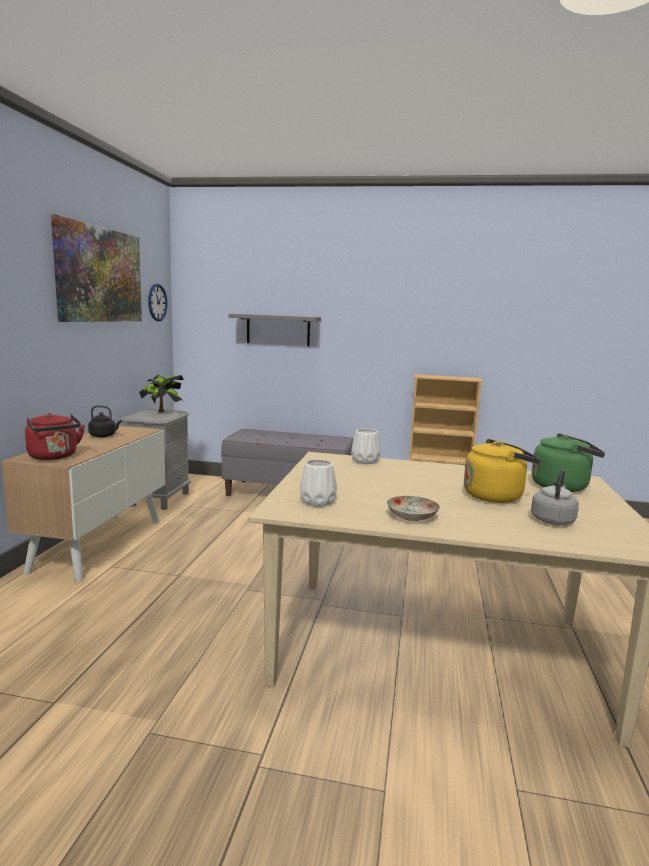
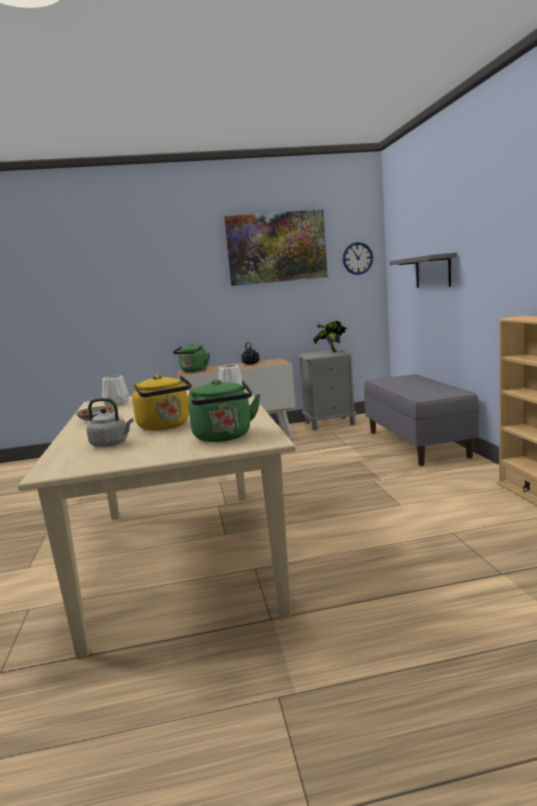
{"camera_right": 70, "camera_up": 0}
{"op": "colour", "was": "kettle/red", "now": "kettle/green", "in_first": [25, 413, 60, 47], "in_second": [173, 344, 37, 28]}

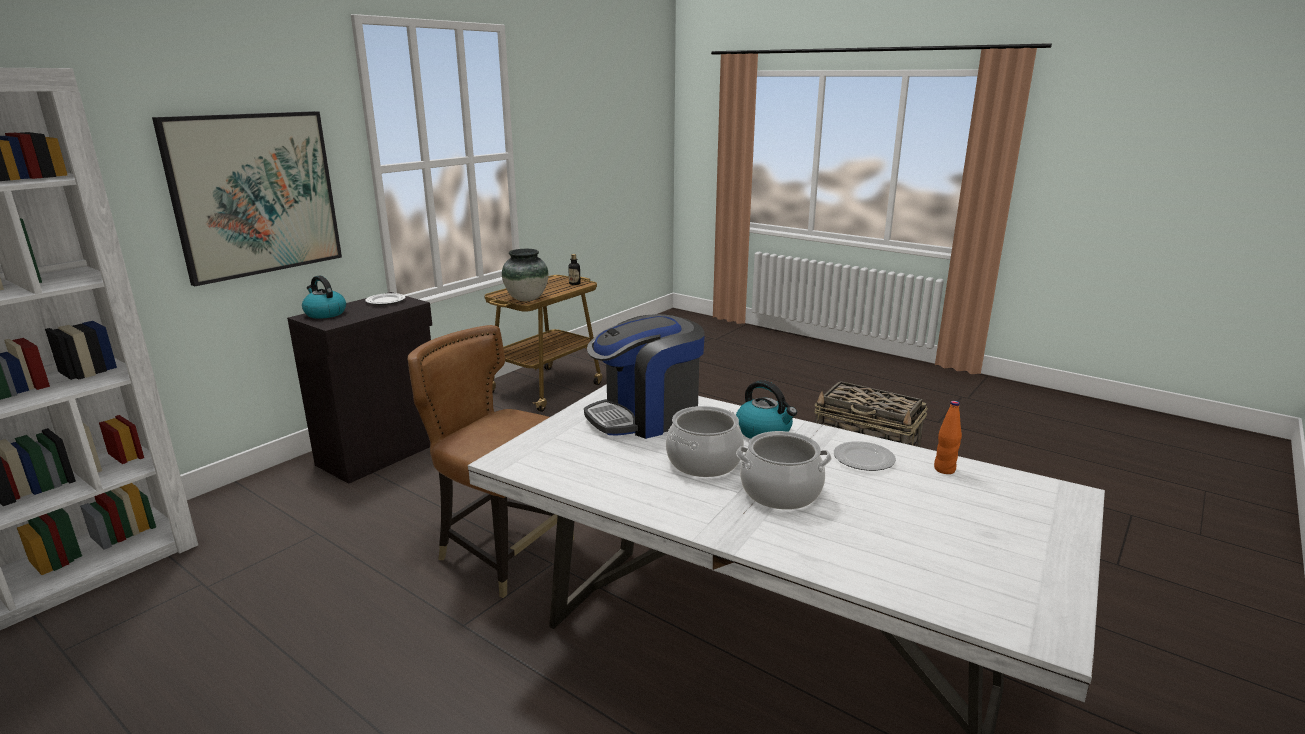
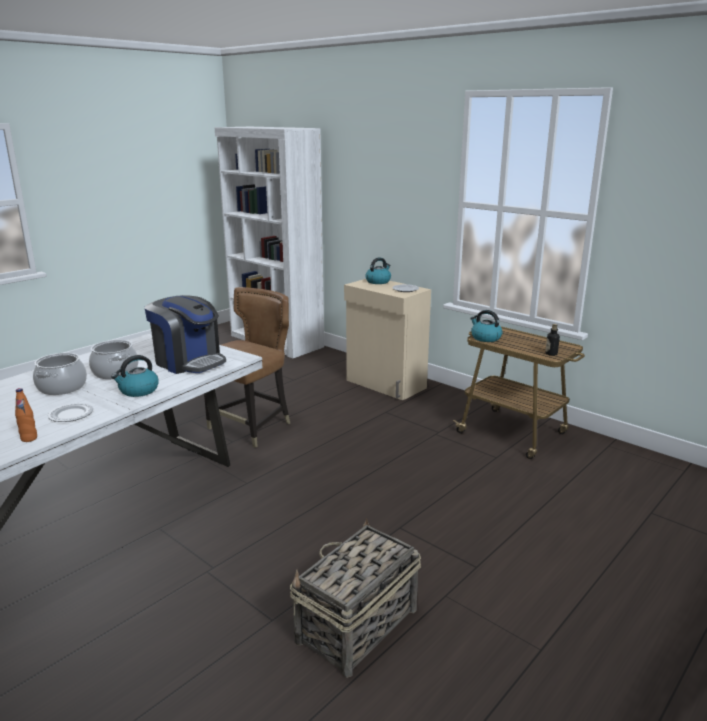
{"camera_right": 95, "camera_up": 0}
{"op": "missing", "was": "picture", "in_first": [152, 111, 190, 175]}
{"op": "colour", "was": "cabinet/black", "now": "cabinet/beige", "in_first": [287, 292, 145, 192], "in_second": [344, 279, 87, 121]}
{"op": "exchanged", "was": "vase", "now": "kettle", "in_first": [502, 249, 47, 52], "in_second": [470, 310, 33, 32]}
{"op": "spun", "was": "coffee machine", "in_first": [584, 314, 121, 125], "in_second": [145, 295, 81, 79], "clockwise": 150}

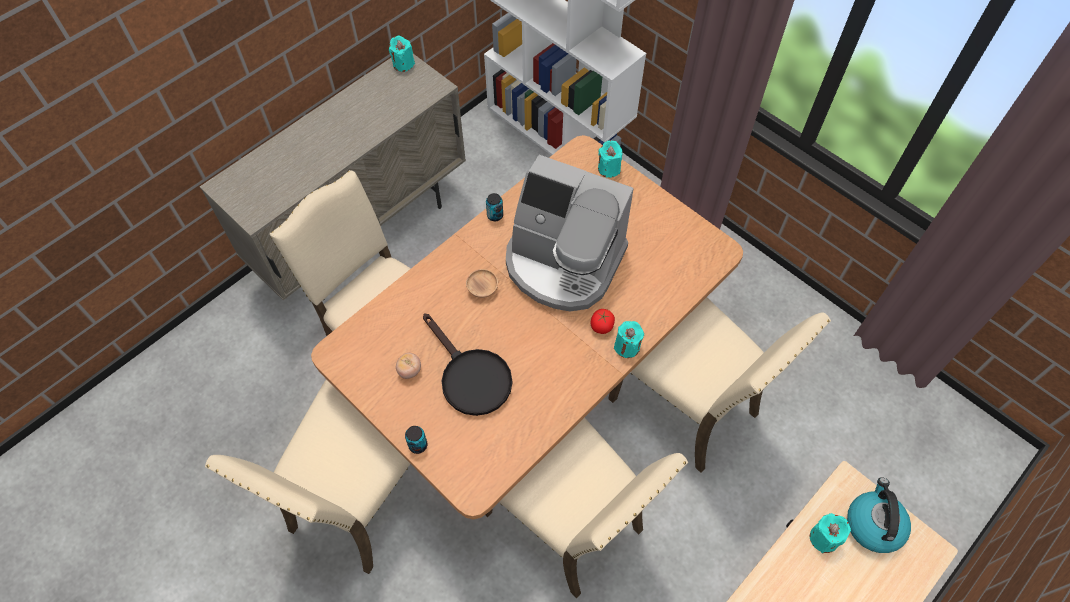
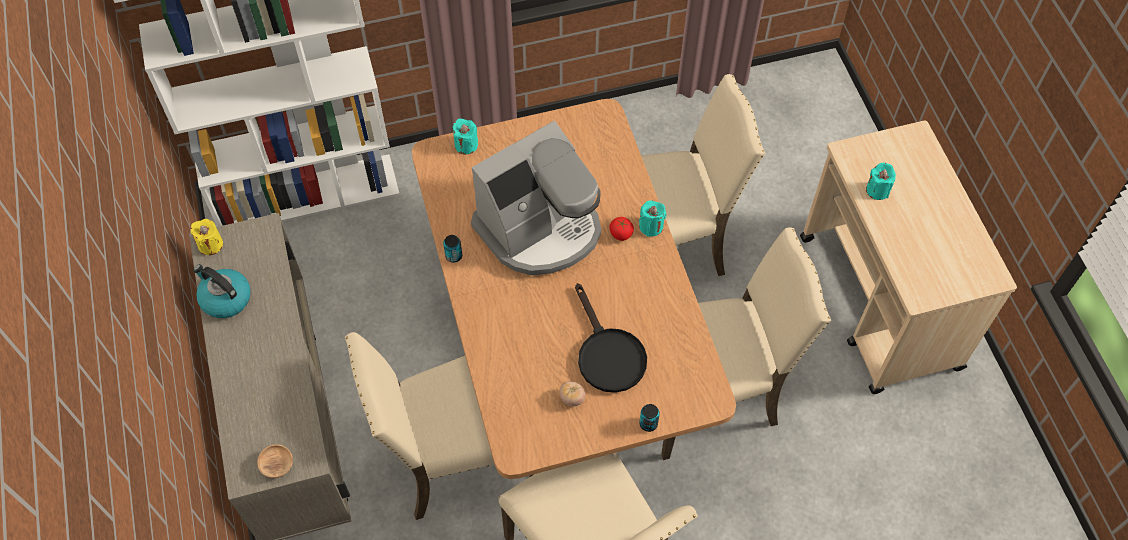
{"camera_right": -60, "camera_up": 0}
{"op": "colour", "was": "candle/turquoise", "now": "candle/yellow", "in_first": [389, 36, 26, 36], "in_second": [191, 219, 32, 36]}
{"op": "spun", "was": "frying pan/black", "in_first": [423, 313, 89, 103], "in_second": [575, 283, 72, 110], "clockwise": 75}
{"op": "relocated", "was": "bowl/brown", "in_first": [466, 269, 32, 29], "in_second": [257, 444, 36, 34]}
{"op": "relocated", "was": "kettle", "in_first": [847, 477, 64, 76], "in_second": [193, 264, 58, 54]}

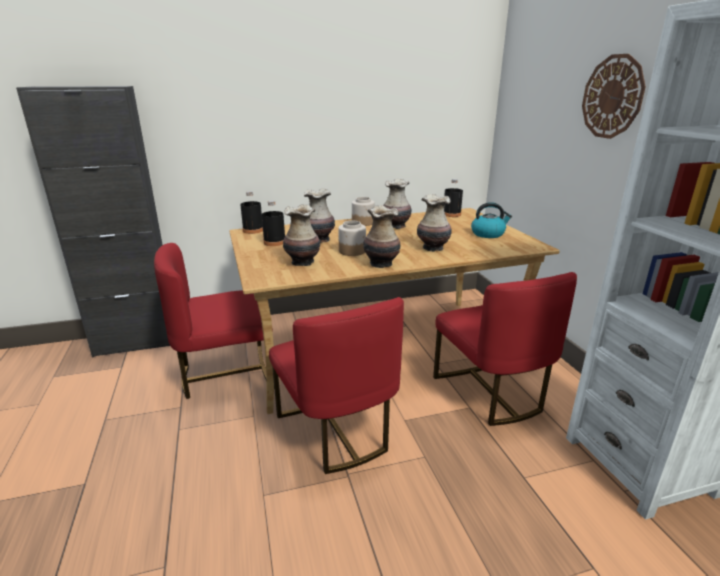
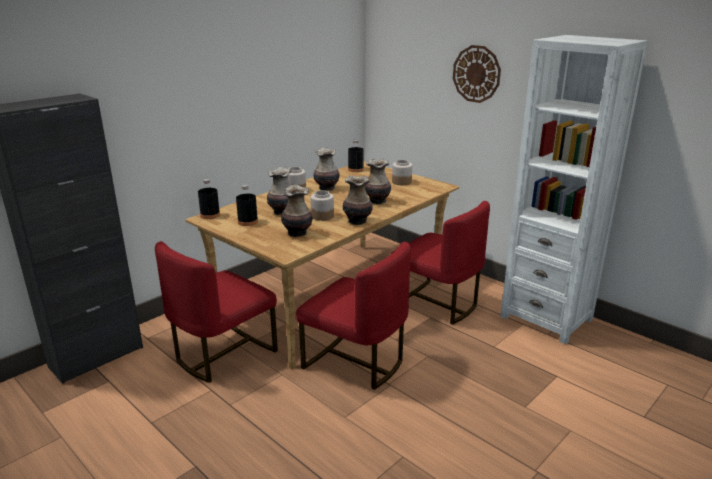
{"camera_right": -30, "camera_up": 0}
{"op": "exchanged", "was": "kettle", "now": "jar", "in_first": [471, 202, 41, 36], "in_second": [392, 160, 20, 25]}

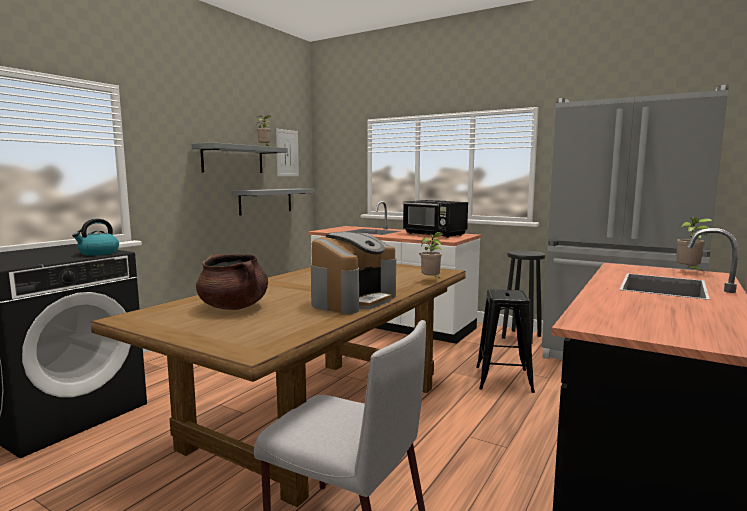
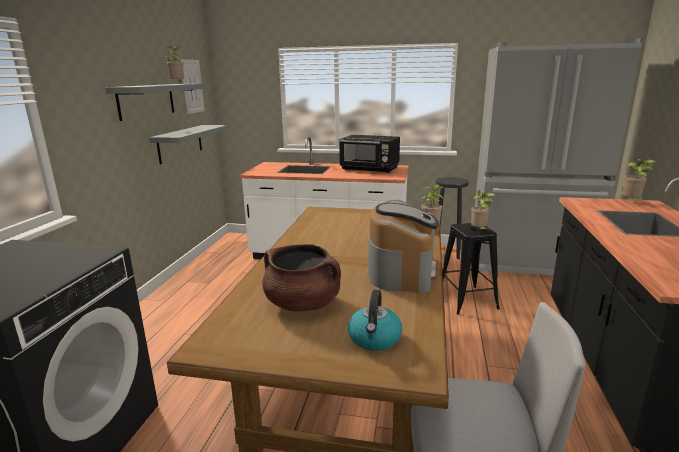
{"camera_right": -20, "camera_up": 10}
{"op": "relocated", "was": "kettle", "in_first": [72, 219, 47, 37], "in_second": [348, 290, 54, 61]}
{"op": "appeared", "now": "potted plant", "in_second": [471, 192, 24, 38]}

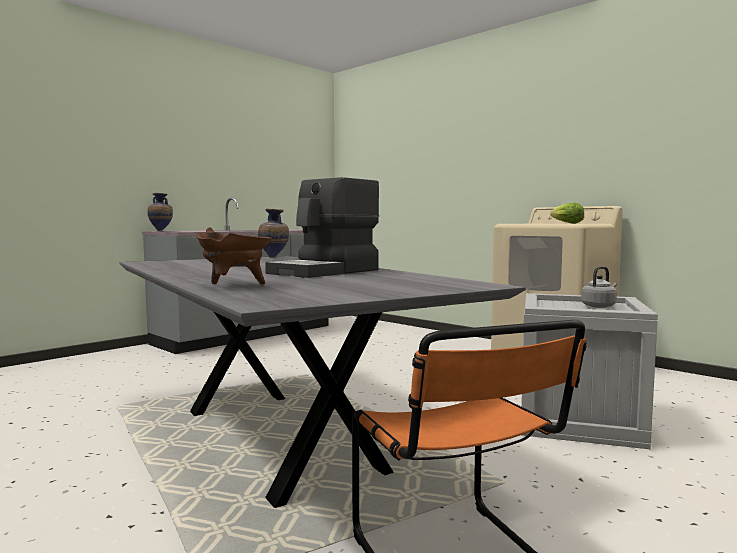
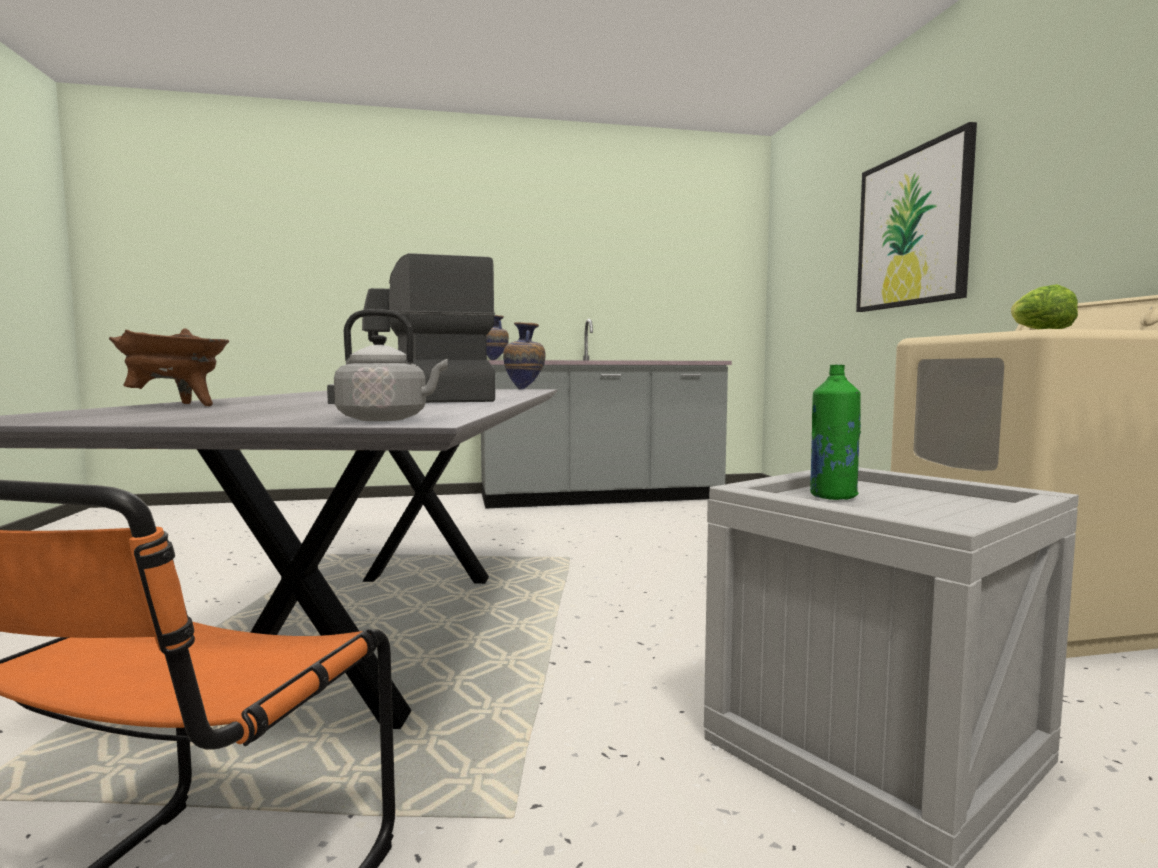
{"camera_right": 35, "camera_up": 0}
{"op": "relocated", "was": "kettle/grey", "in_first": [581, 266, 36, 42], "in_second": [334, 309, 114, 112]}
{"op": "appeared", "now": "bottle/green", "in_second": [810, 364, 51, 136]}
{"op": "appeared", "now": "picture", "in_second": [856, 122, 121, 190]}

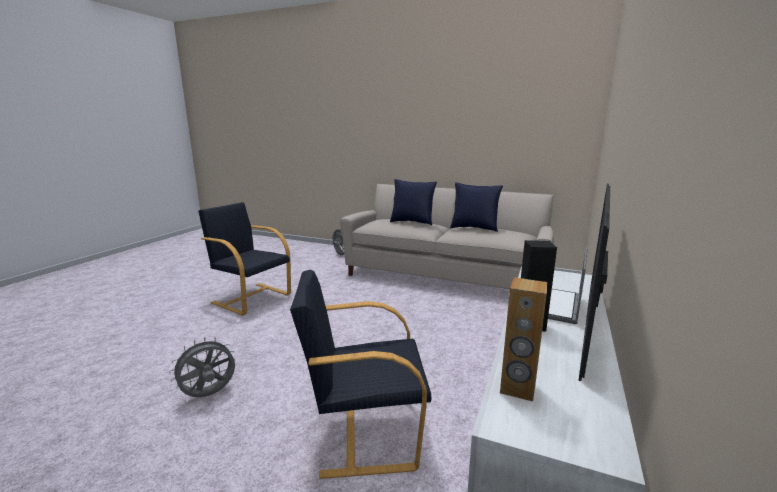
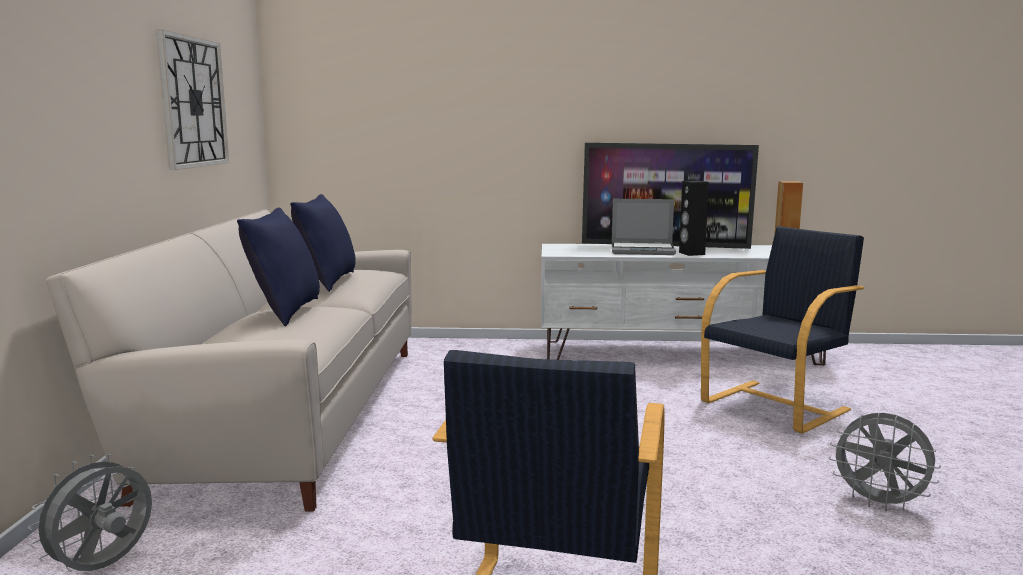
{"camera_right": -110, "camera_up": -5}
{"op": "spun", "was": "armchair/black", "in_first": [290, 270, 141, 209], "in_second": [701, 226, 163, 208], "clockwise": -105}
{"op": "appeared", "now": "wall clock", "in_second": [156, 30, 73, 140]}

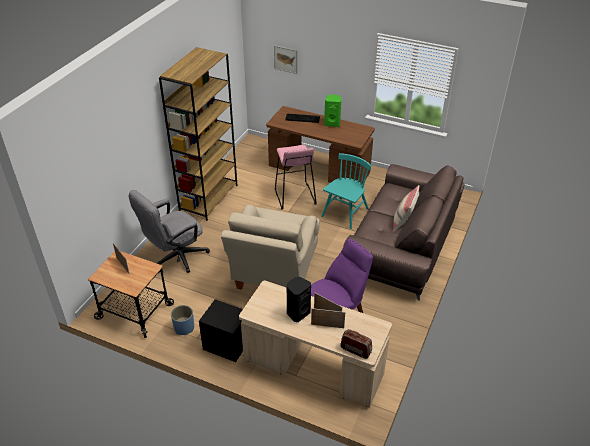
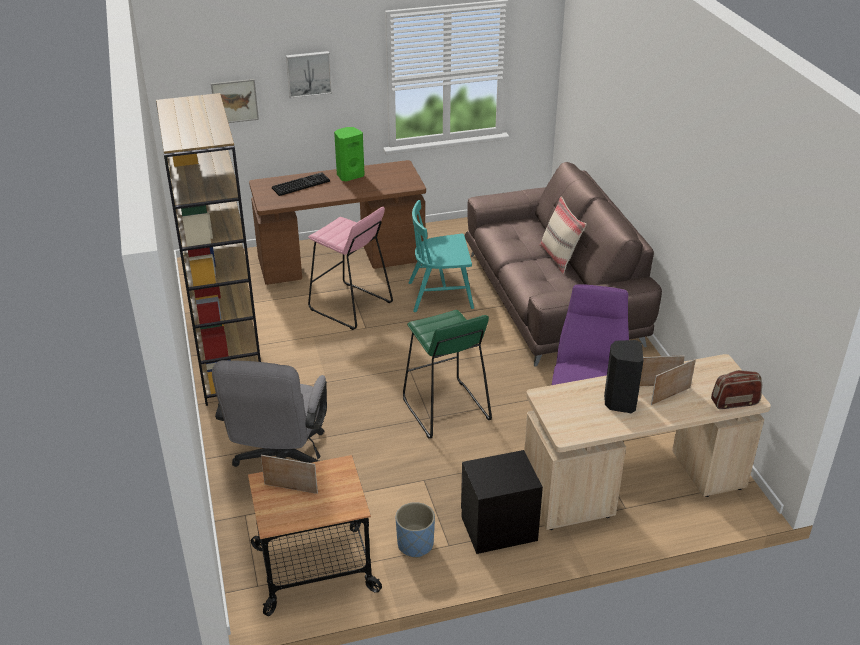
{"camera_right": -40, "camera_up": -5}
{"op": "exchanged", "was": "armchair/beige", "now": "stool/green", "in_first": [221, 204, 98, 86], "in_second": [403, 310, 89, 129]}
{"op": "spun", "was": "chair/turquoise", "in_first": [321, 153, 50, 76], "in_second": [408, 200, 66, 112], "clockwise": -90}
{"op": "appeared", "now": "picture", "in_second": [286, 51, 46, 47]}

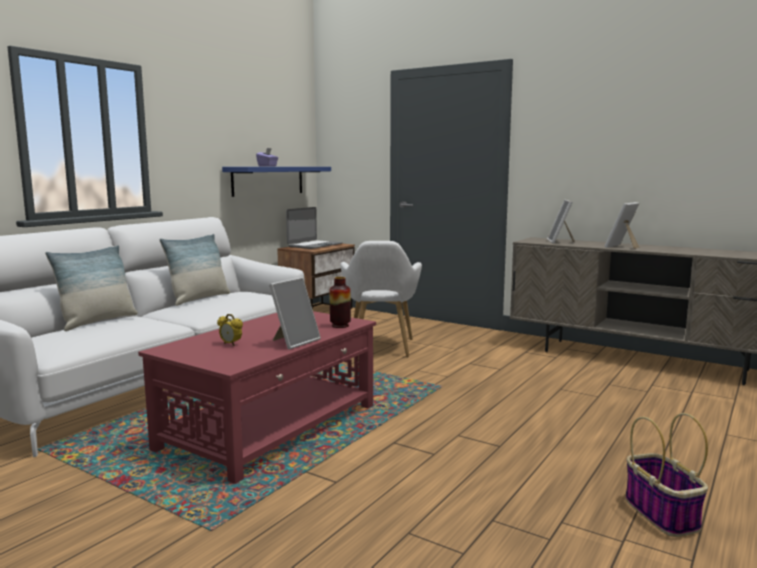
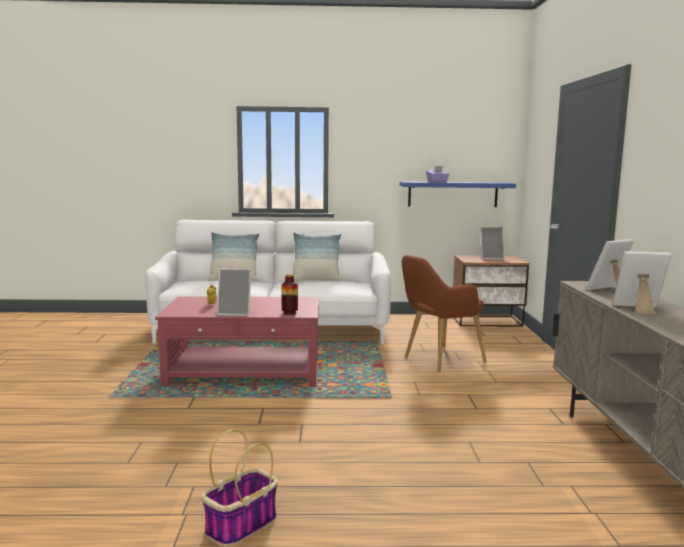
{"camera_right": 55, "camera_up": 0}
{"op": "exchanged", "was": "laptop", "now": "picture frame", "in_first": [286, 207, 57, 42], "in_second": [480, 227, 24, 32]}
{"op": "colour", "was": "armchair/white", "now": "armchair/brown", "in_first": [340, 241, 82, 116], "in_second": [402, 255, 85, 117]}

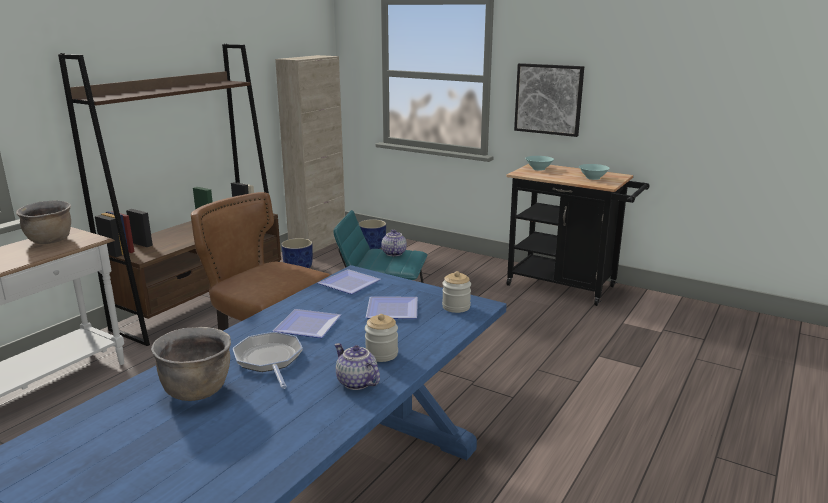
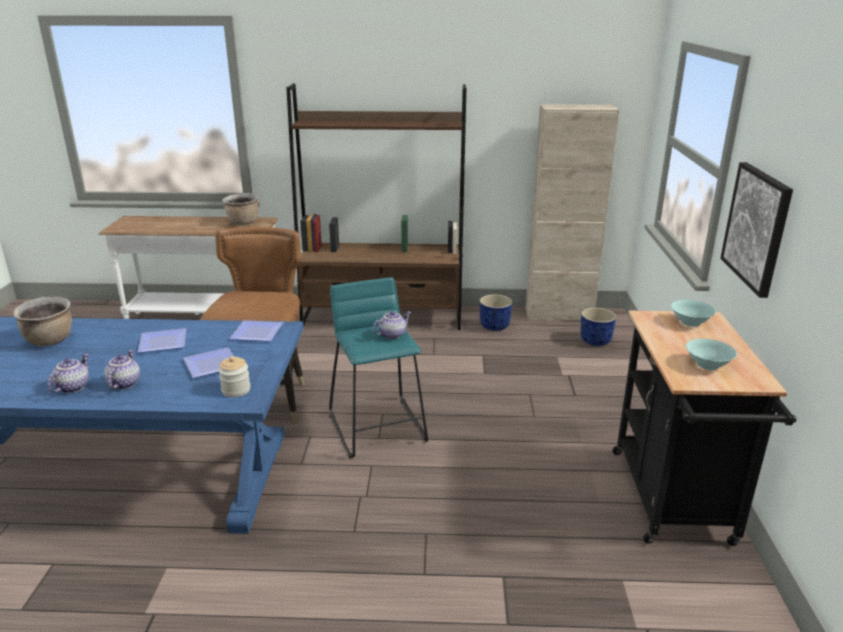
{"camera_right": 60, "camera_up": 5}
{"op": "missing", "was": "frying pan", "in_first": [233, 332, 70, 57]}
{"op": "exchanged", "was": "jar", "now": "teapot", "in_first": [365, 314, 33, 48], "in_second": [104, 350, 36, 39]}

